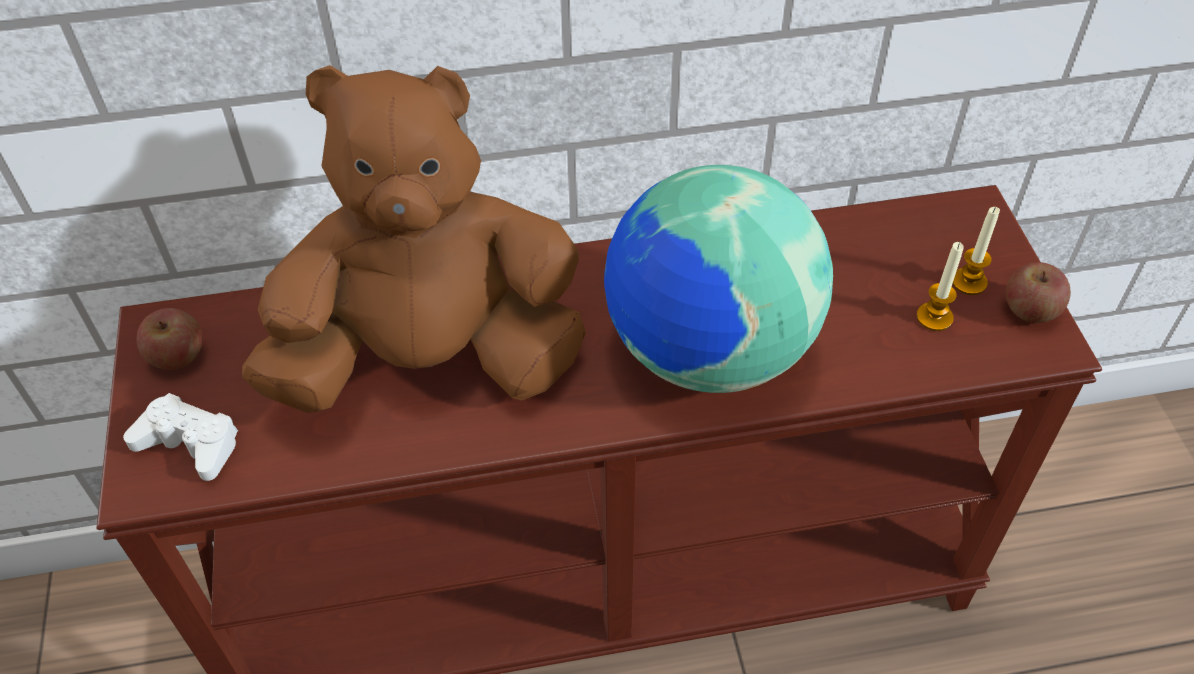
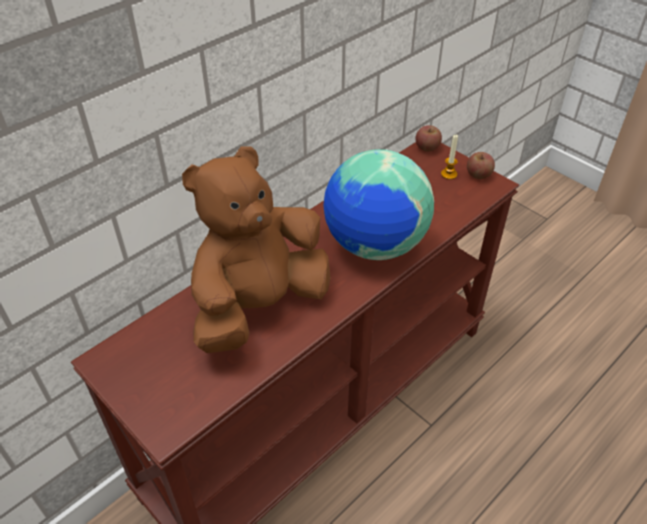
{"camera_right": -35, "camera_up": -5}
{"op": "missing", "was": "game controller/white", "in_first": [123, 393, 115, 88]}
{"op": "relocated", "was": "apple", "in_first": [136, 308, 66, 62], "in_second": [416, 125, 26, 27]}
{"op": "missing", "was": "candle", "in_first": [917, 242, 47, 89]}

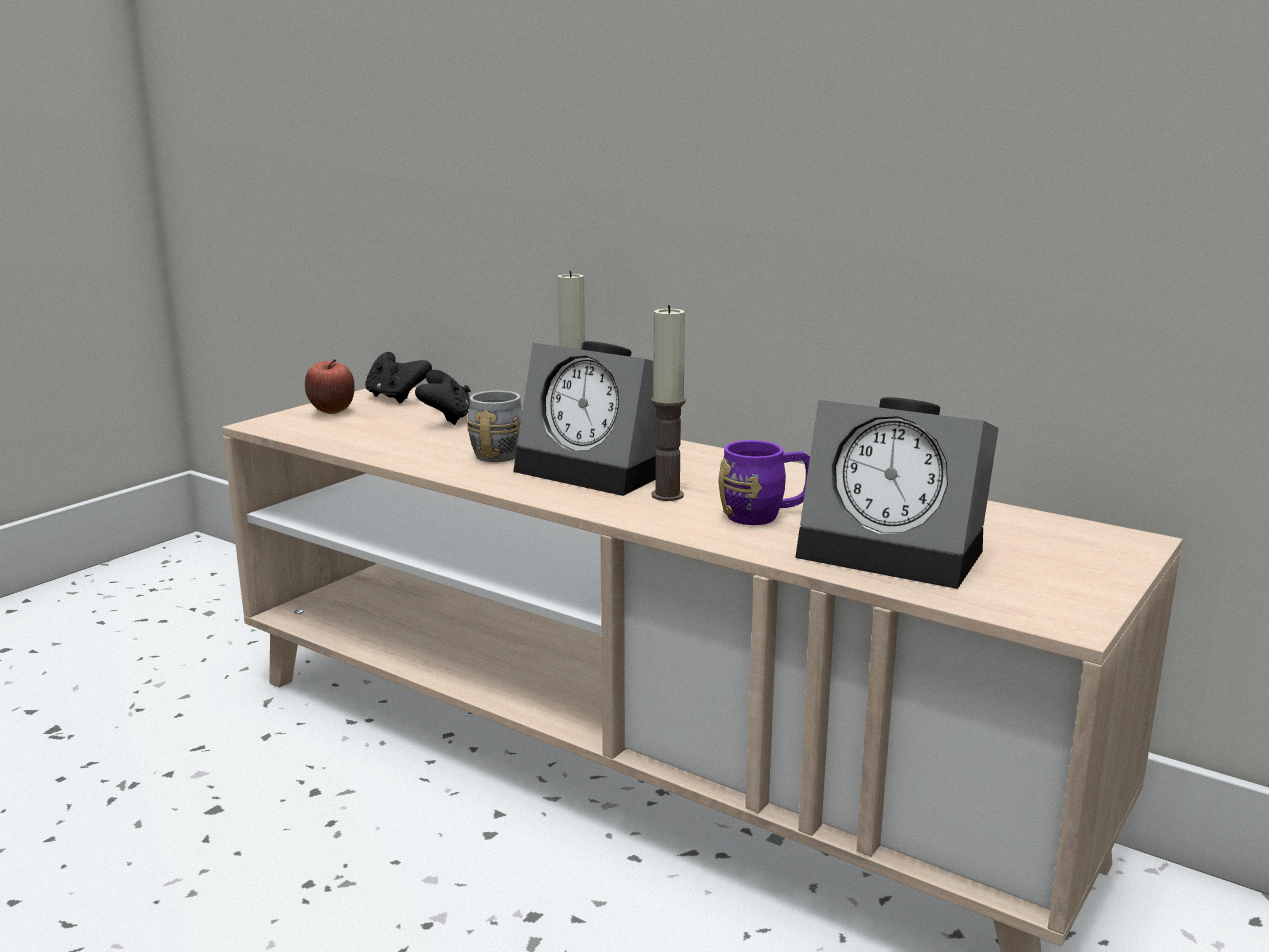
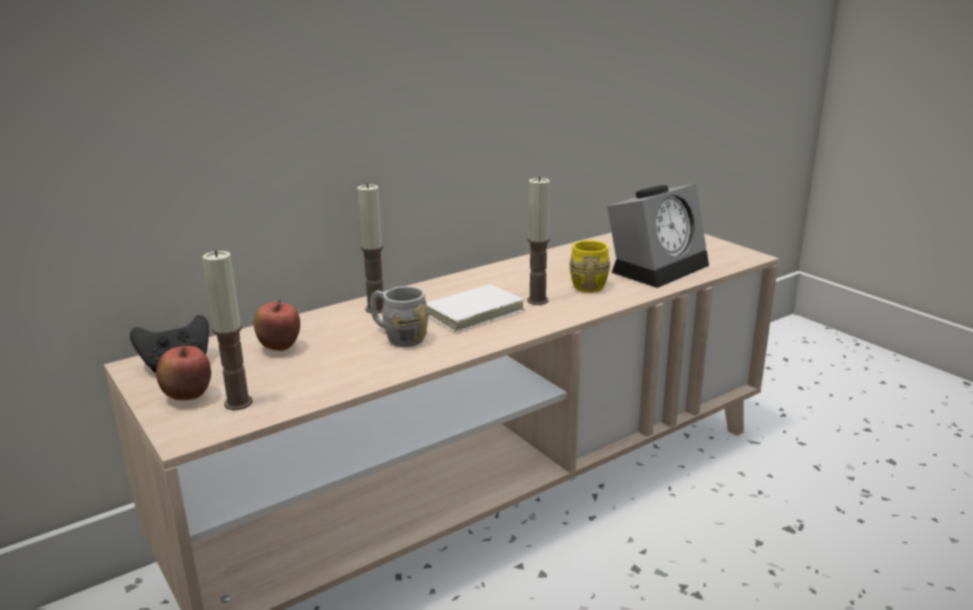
{"camera_right": -70, "camera_up": 5}
{"op": "exchanged", "was": "game controller/black", "now": "apple", "in_first": [415, 370, 56, 55], "in_second": [254, 300, 46, 51]}
{"op": "exchanged", "was": "alarm clock", "now": "book/white", "in_first": [513, 341, 144, 155], "in_second": [426, 284, 98, 48]}
{"op": "colour", "was": "mug/purple", "now": "mug/yellow", "in_first": [719, 440, 91, 85], "in_second": [569, 240, 41, 52]}
{"op": "appeared", "now": "candle", "in_second": [202, 250, 51, 160]}

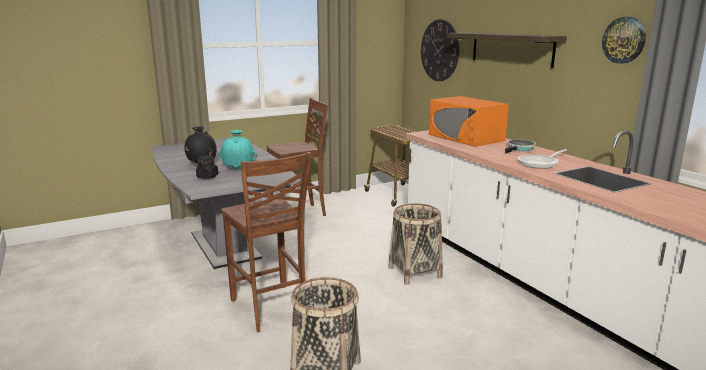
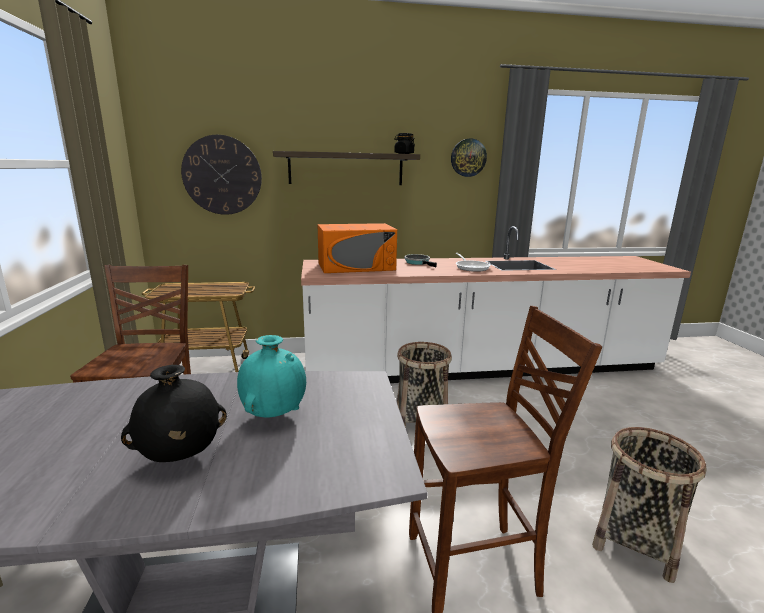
{"camera_right": -70, "camera_up": 0}
{"op": "relocated", "was": "jar/black", "in_first": [196, 155, 22, 24], "in_second": [394, 133, 21, 21]}

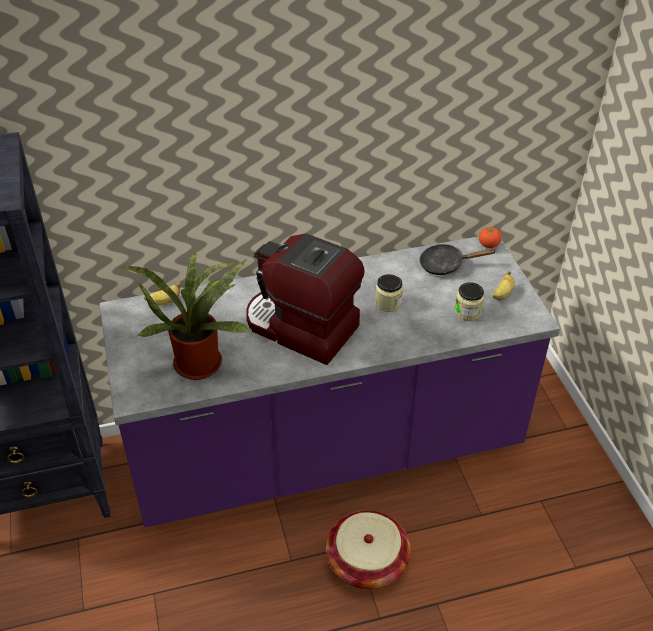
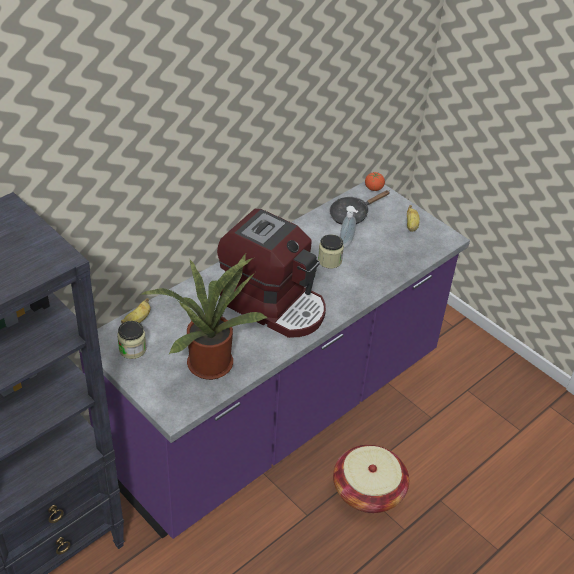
{"camera_right": -30, "camera_up": 0}
{"op": "spun", "was": "coffee machine", "in_first": [246, 234, 119, 131], "in_second": [217, 209, 109, 129], "clockwise": -150}
{"op": "relocated", "was": "jar", "in_first": [455, 282, 30, 38], "in_second": [117, 321, 29, 38]}
{"op": "appeared", "now": "soap dispenser", "in_second": [340, 206, 18, 42]}

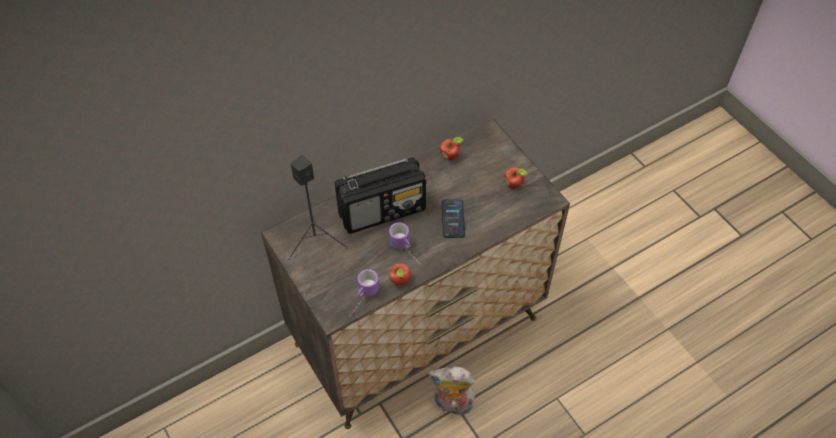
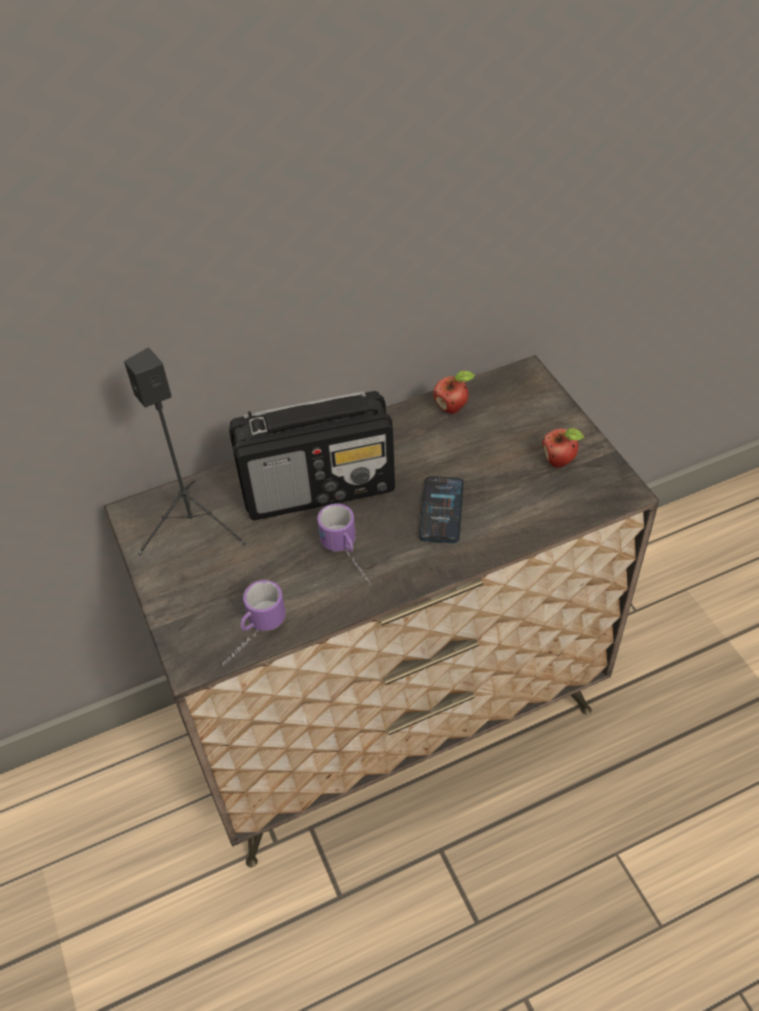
{"camera_right": 10, "camera_up": -5}
{"op": "missing", "was": "apple", "in_first": [389, 263, 21, 22]}
{"op": "missing", "was": "plush toy", "in_first": [428, 366, 50, 49]}

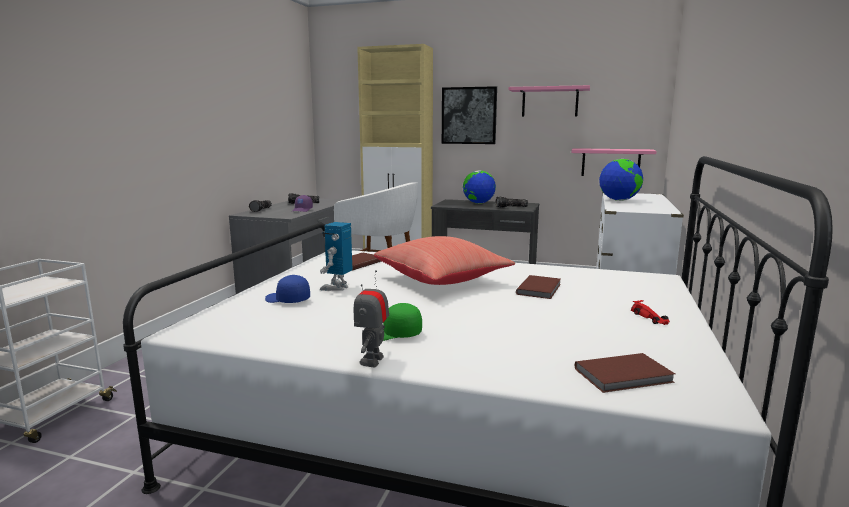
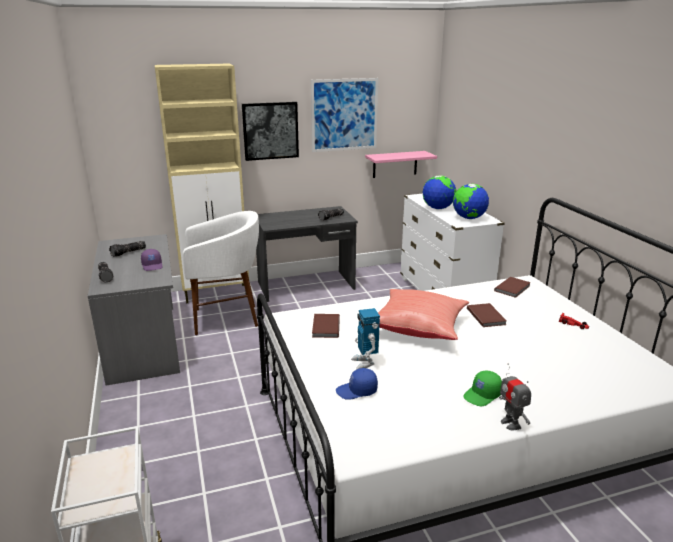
{"camera_right": -35, "camera_up": 10}
{"op": "relocated", "was": "globe", "in_first": [463, 170, 33, 34], "in_second": [453, 184, 36, 35]}
{"op": "exchanged", "was": "shelf/pink", "now": "picture", "in_first": [509, 85, 81, 32], "in_second": [311, 78, 67, 74]}
{"op": "relocated", "was": "book/brown", "in_first": [575, 353, 100, 40], "in_second": [494, 277, 37, 21]}

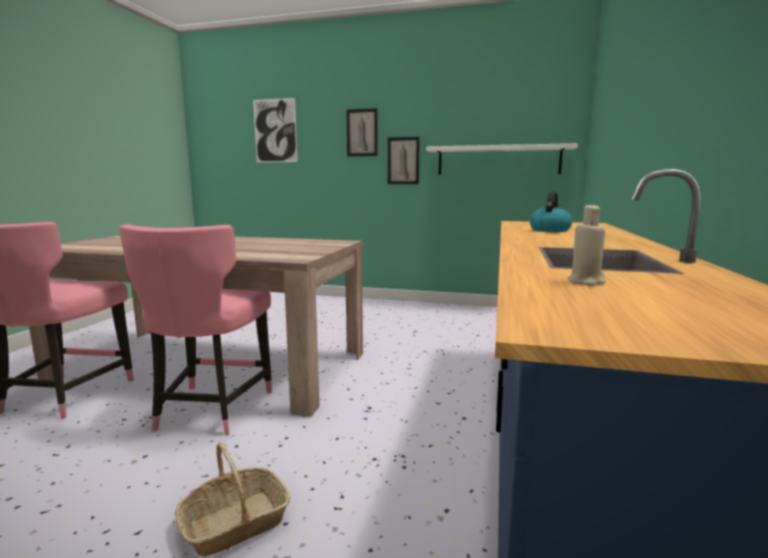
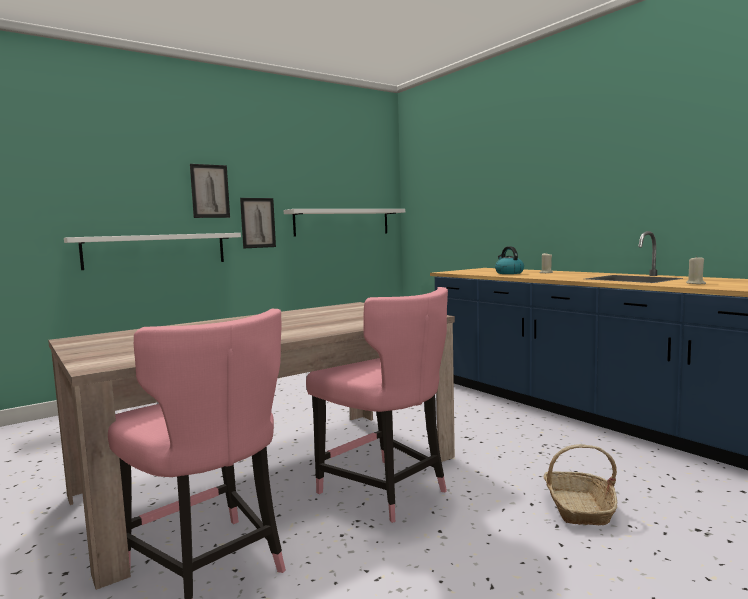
{"camera_right": -50, "camera_up": -5}
{"op": "missing", "was": "picture", "in_first": [253, 98, 45, 65]}
{"op": "appeared", "now": "shelf/white", "in_second": [64, 233, 177, 37]}

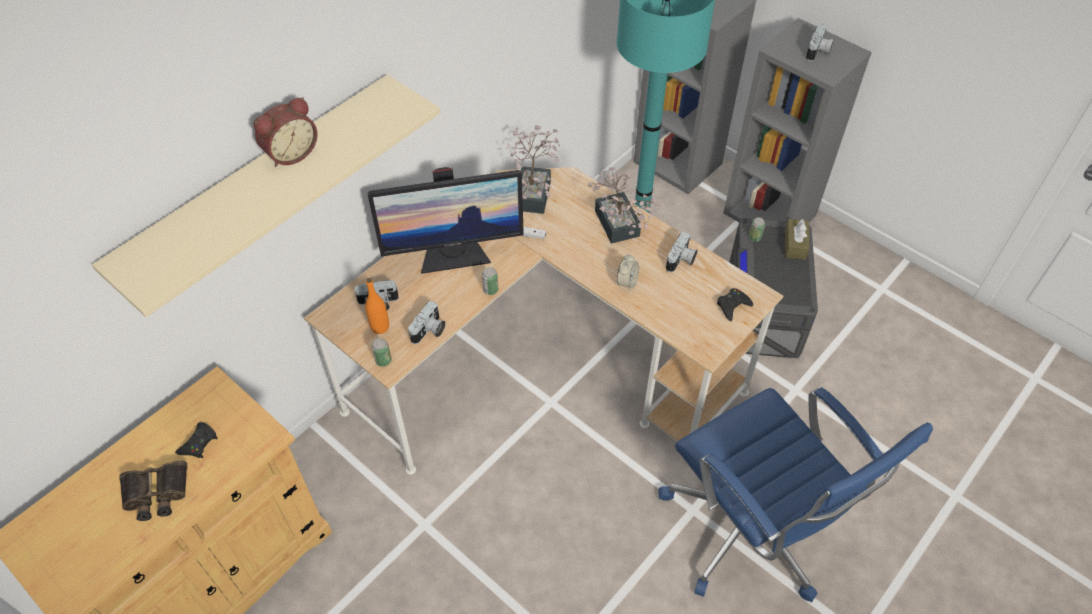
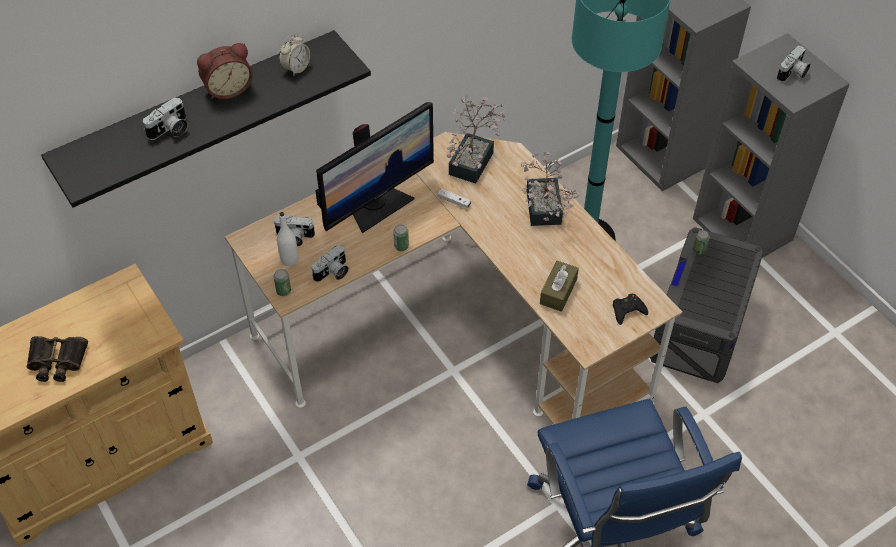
{"camera_right": 15, "camera_up": 0}
{"op": "colour", "was": "shelf/beige", "now": "shelf/black", "in_first": [92, 75, 349, 242], "in_second": [41, 30, 330, 178]}
{"op": "missing", "was": "game controller/black", "in_first": [175, 422, 43, 36]}
{"op": "colour", "was": "bottle/orange", "now": "bottle/white", "in_first": [365, 278, 24, 56], "in_second": [277, 212, 21, 54]}
{"op": "spun", "was": "monitor", "in_first": [367, 167, 157, 107], "in_second": [315, 102, 119, 131], "clockwise": -45}
{"op": "relocated", "was": "alarm clock", "in_first": [617, 254, 22, 37], "in_second": [279, 34, 31, 42]}
{"op": "relocated", "was": "photo camera", "in_first": [666, 232, 32, 40], "in_second": [143, 97, 45, 43]}
{"op": "relocated", "was": "tissue box/brown", "in_first": [785, 219, 25, 41], "in_second": [540, 261, 39, 51]}

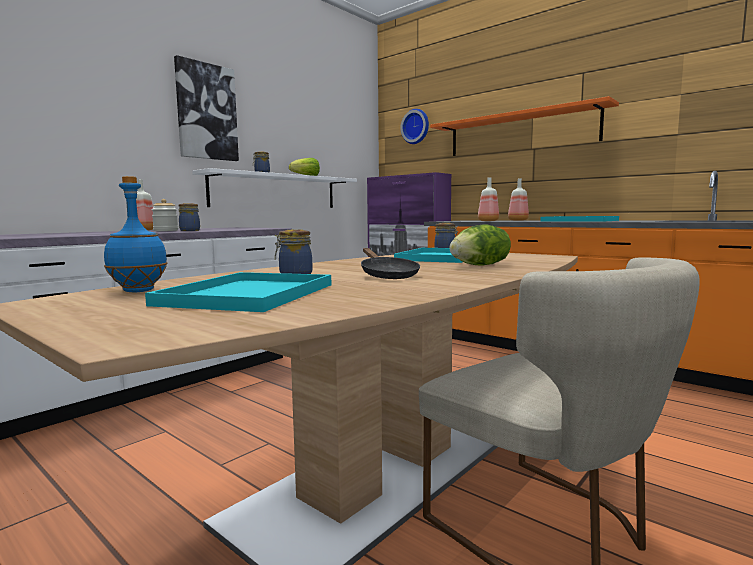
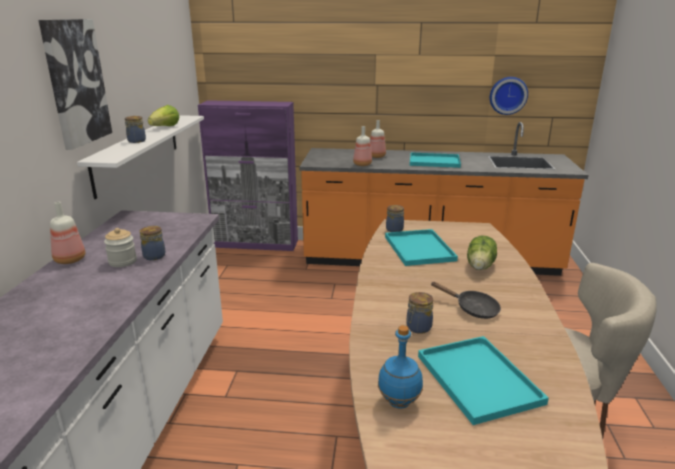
{"camera_right": -35, "camera_up": 15}
{"op": "relocated", "was": "wall clock", "in_first": [401, 109, 28, 35], "in_second": [490, 77, 38, 38]}
{"op": "missing", "was": "shelf/orange", "in_first": [430, 96, 189, 60]}

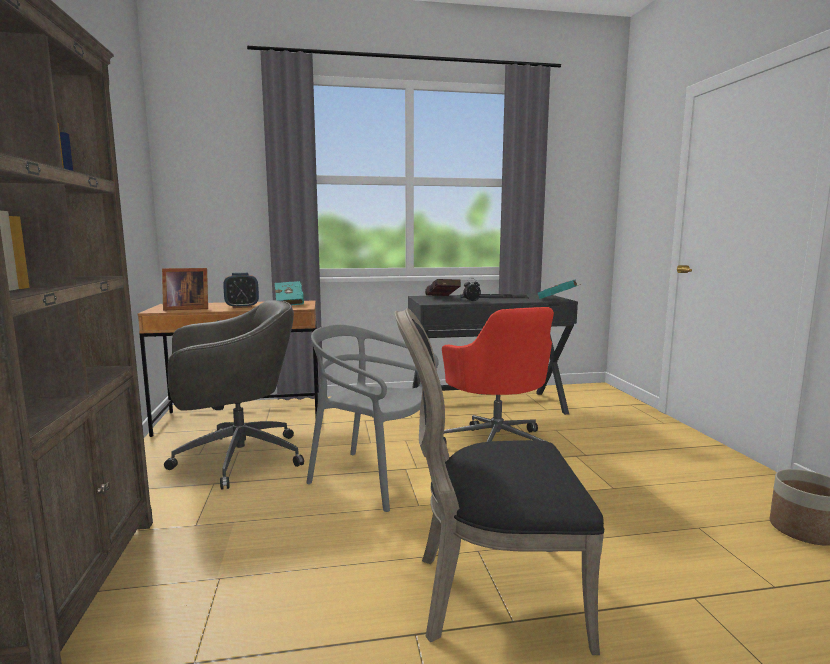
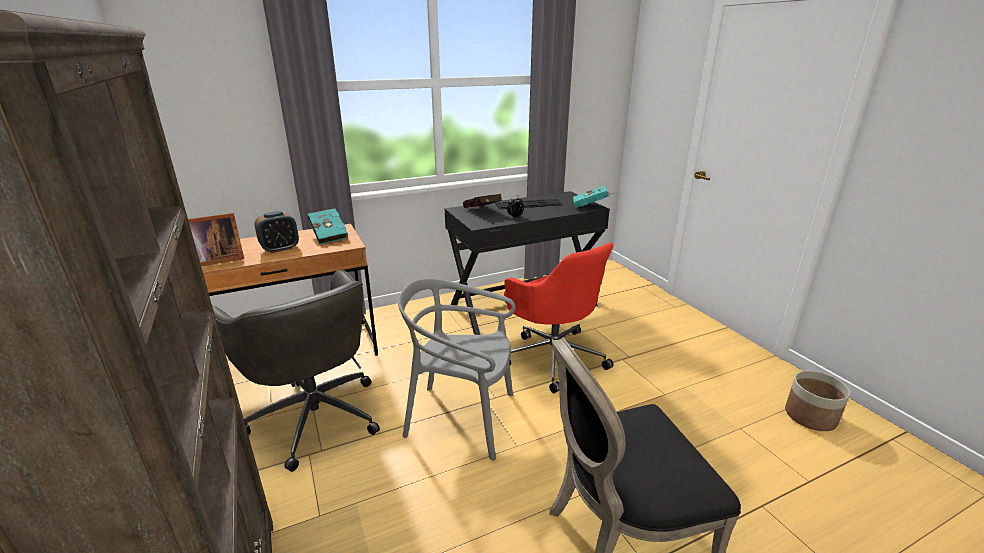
{"camera_right": -15, "camera_up": 15}
{"op": "spun", "was": "office chair/grey", "in_first": [164, 300, 140, 190], "in_second": [212, 270, 168, 202], "clockwise": 90}

